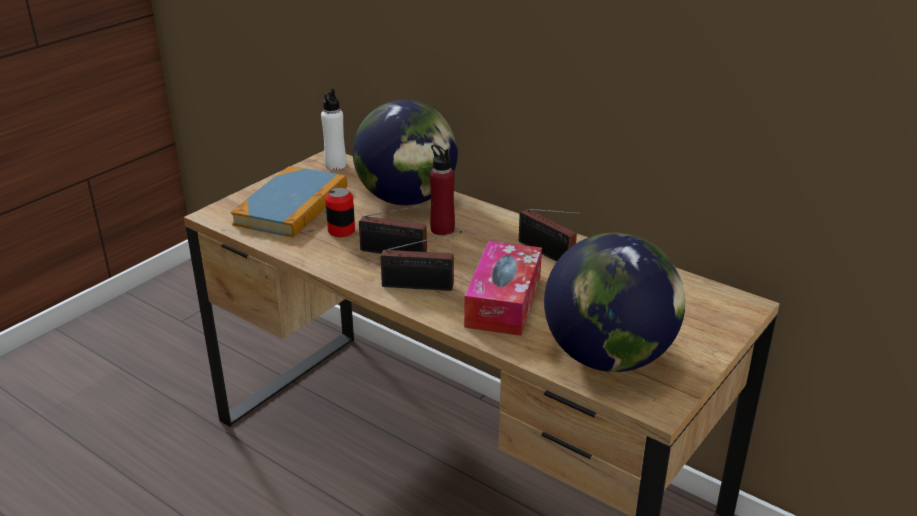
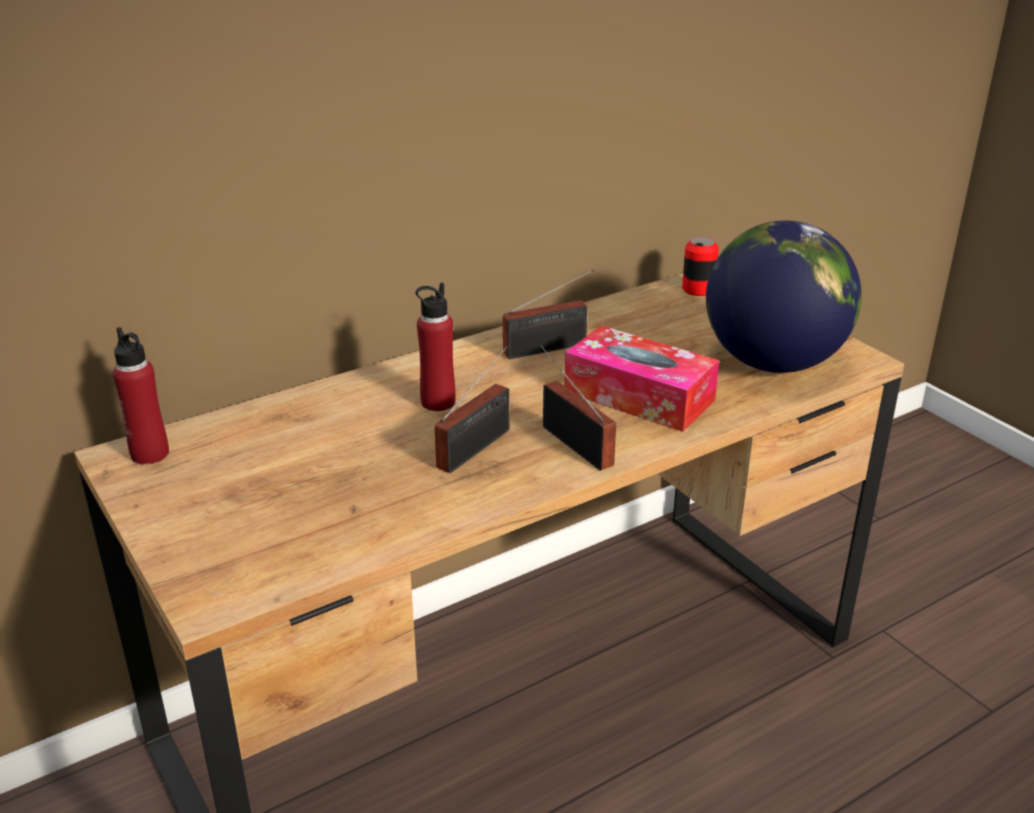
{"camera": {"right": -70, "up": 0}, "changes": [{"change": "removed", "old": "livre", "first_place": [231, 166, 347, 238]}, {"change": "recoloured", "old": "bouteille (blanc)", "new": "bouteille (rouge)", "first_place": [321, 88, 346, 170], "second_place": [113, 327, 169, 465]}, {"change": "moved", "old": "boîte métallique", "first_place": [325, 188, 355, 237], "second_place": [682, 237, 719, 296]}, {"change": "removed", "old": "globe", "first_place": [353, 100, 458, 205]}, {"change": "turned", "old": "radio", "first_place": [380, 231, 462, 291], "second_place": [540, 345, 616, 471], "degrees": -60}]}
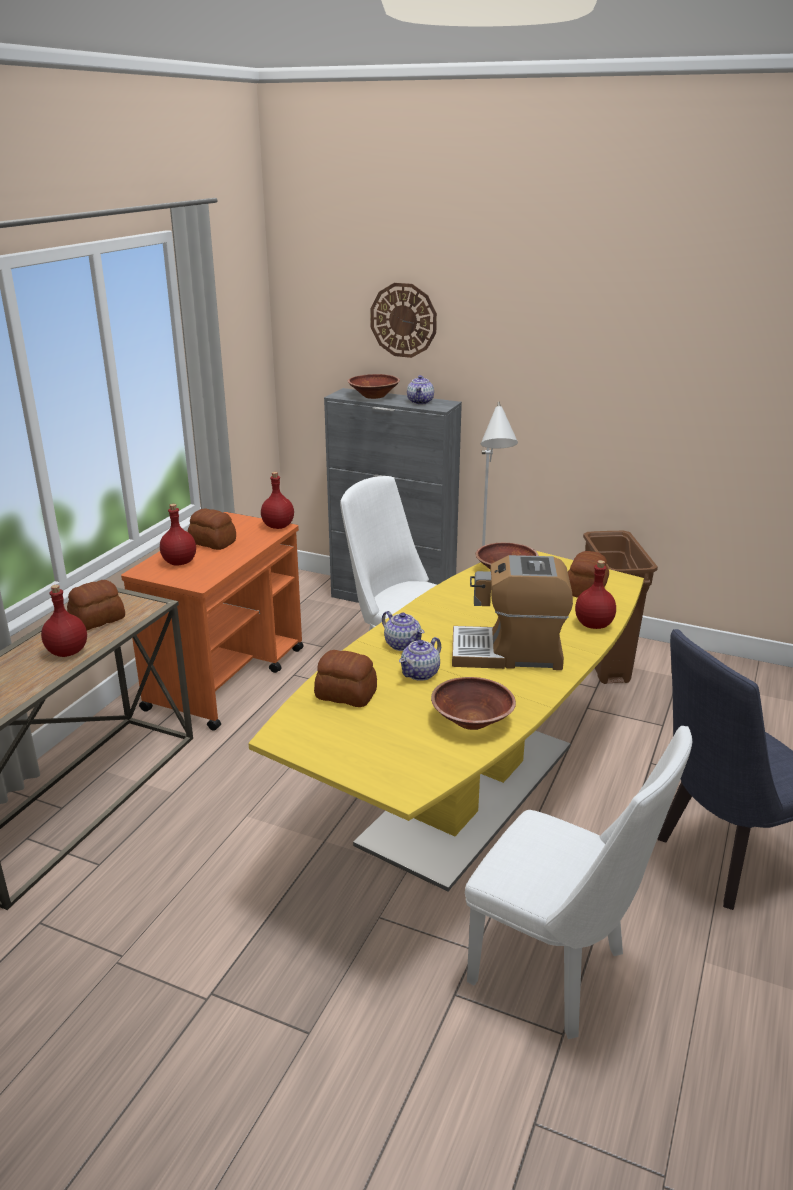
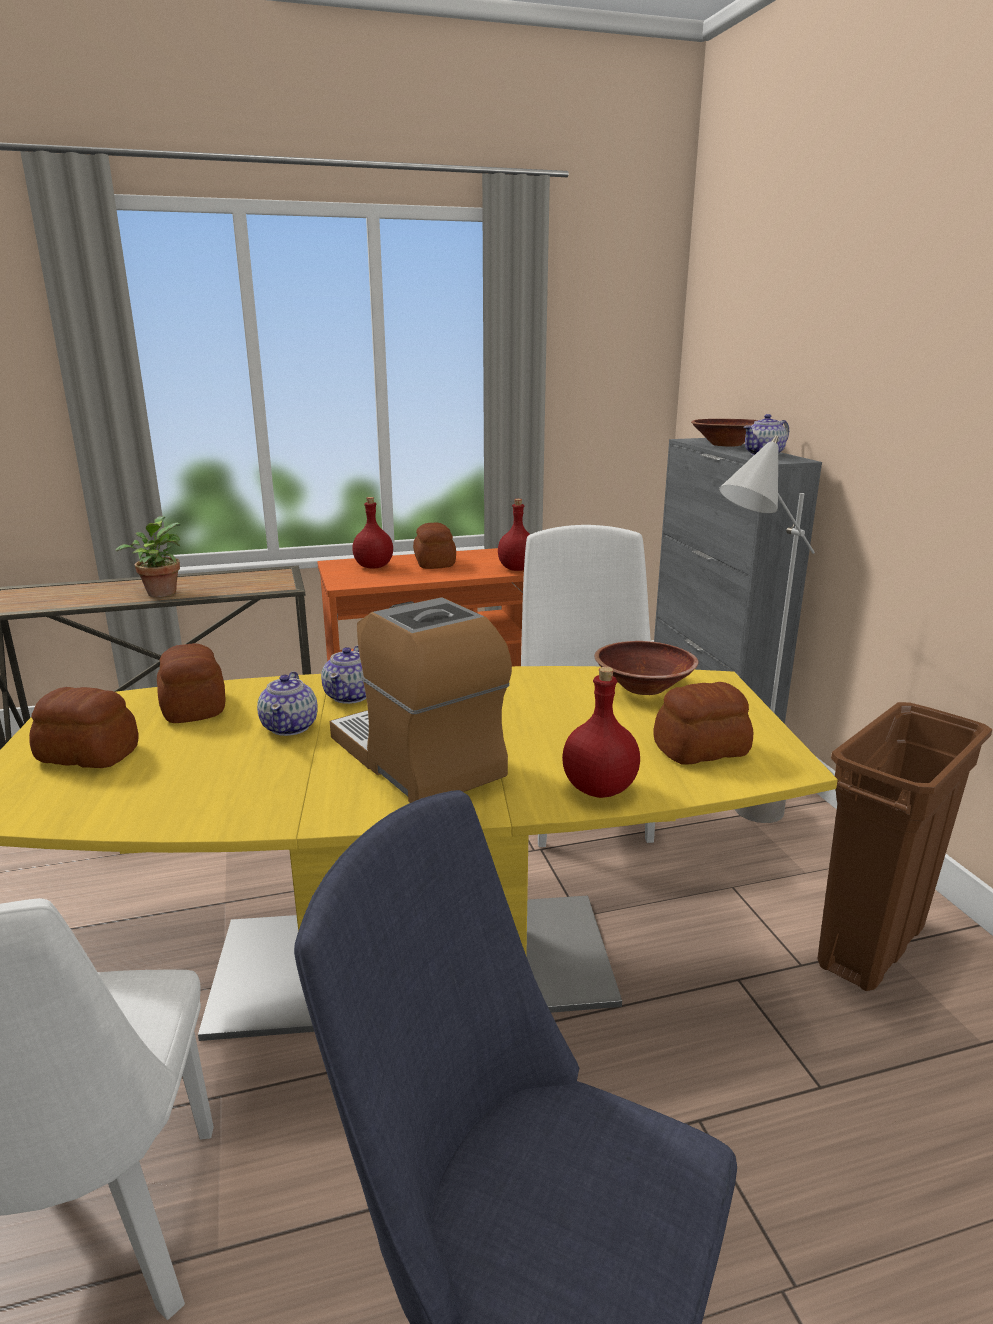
{"camera": {"right": 50, "up": -5}, "changes": [{"change": "replaced", "old": "bouteille (rouge)", "new": "plante en pot", "first_place": [41, 585, 87, 657], "second_place": [115, 516, 180, 597]}, {"change": "moved", "old": "pain", "first_place": [67, 580, 125, 630], "second_place": [29, 687, 139, 768]}, {"change": "removed", "old": "horloge murale", "first_place": [370, 283, 437, 358]}, {"change": "turned", "old": "théière", "first_place": [399, 637, 441, 681], "second_place": [257, 671, 318, 736], "degrees": -90}, {"change": "removed", "old": "bol (marron)", "first_place": [431, 677, 516, 730]}]}
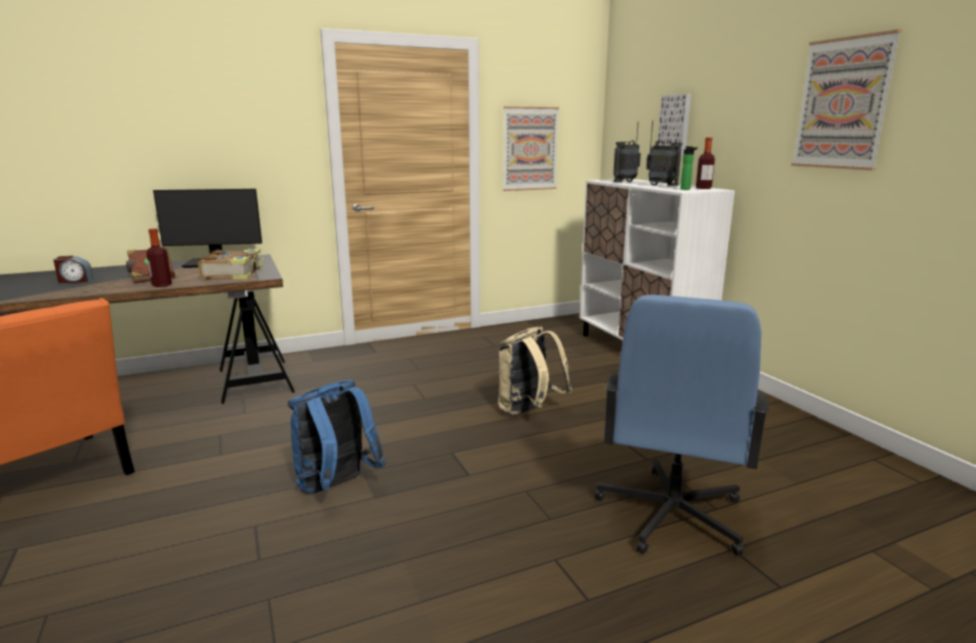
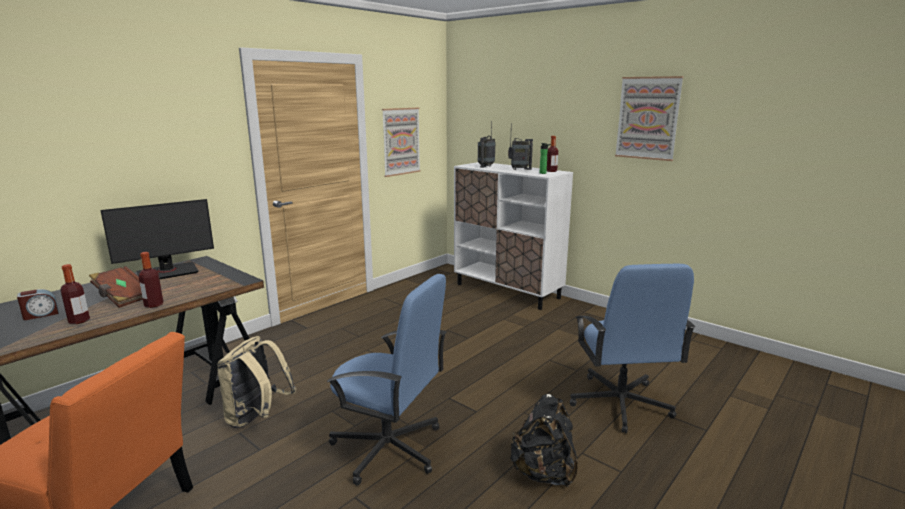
{"camera": {"right": -25, "up": 0}, "changes": [{"change": "removed", "old": "livre", "first_place": [198, 249, 264, 279]}, {"change": "replaced", "old": "sac à dos (bleu)", "new": "chaise de bureau (bleu)", "first_place": [288, 380, 386, 494], "second_place": [327, 274, 447, 485]}, {"change": "moved", "old": "sac à dos (beige)", "first_place": [498, 327, 572, 416], "second_place": [217, 336, 296, 428]}, {"change": "removed", "old": "tableau", "first_place": [657, 94, 691, 155]}, {"change": "added", "new": "bouteille", "second_place": [60, 264, 90, 324]}, {"change": "added", "new": "sac à dos (noir)", "second_place": [510, 394, 578, 487]}]}
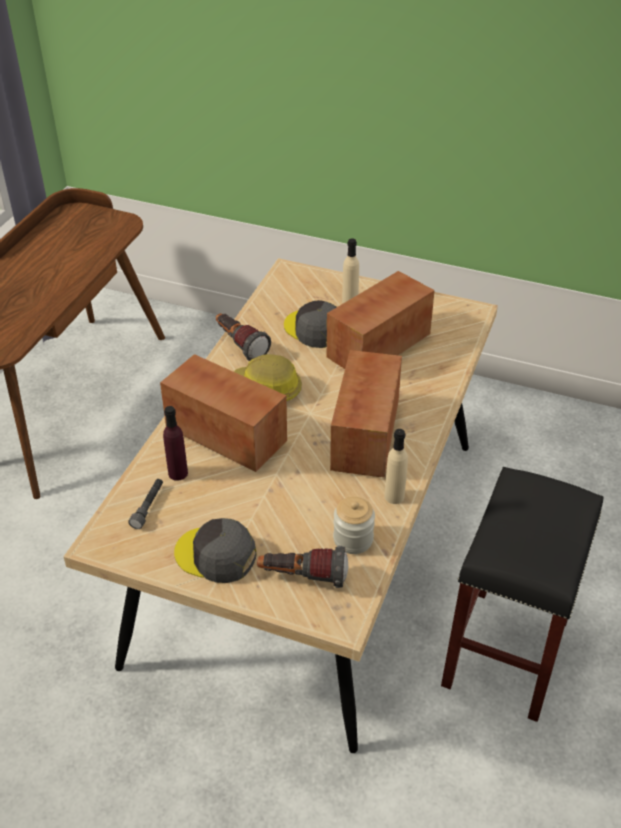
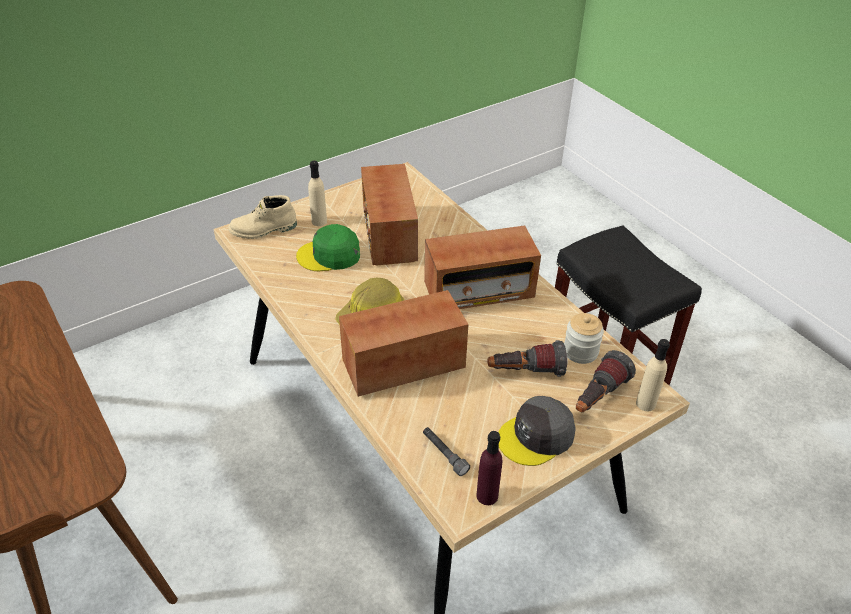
{"camera": {"right": -55, "up": 0}, "changes": [{"change": "moved", "old": "bouteille (violet)", "first_place": [163, 406, 188, 481], "second_place": [477, 431, 503, 505]}, {"change": "moved", "old": "lampe de poche", "first_place": [216, 313, 271, 361], "second_place": [487, 340, 568, 377]}, {"change": "recoloured", "old": "casquette (gris)", "new": "casquette (vert)", "first_place": [284, 300, 336, 348], "second_place": [296, 224, 360, 271]}, {"change": "turned", "old": "radio", "first_place": [330, 350, 402, 477], "second_place": [424, 225, 541, 309], "degrees": -60}, {"change": "moved", "old": "bouteille (beige)", "first_place": [384, 429, 408, 504], "second_place": [636, 339, 670, 411]}, {"change": "added", "new": "botte (beige)", "second_place": [228, 195, 297, 239]}]}
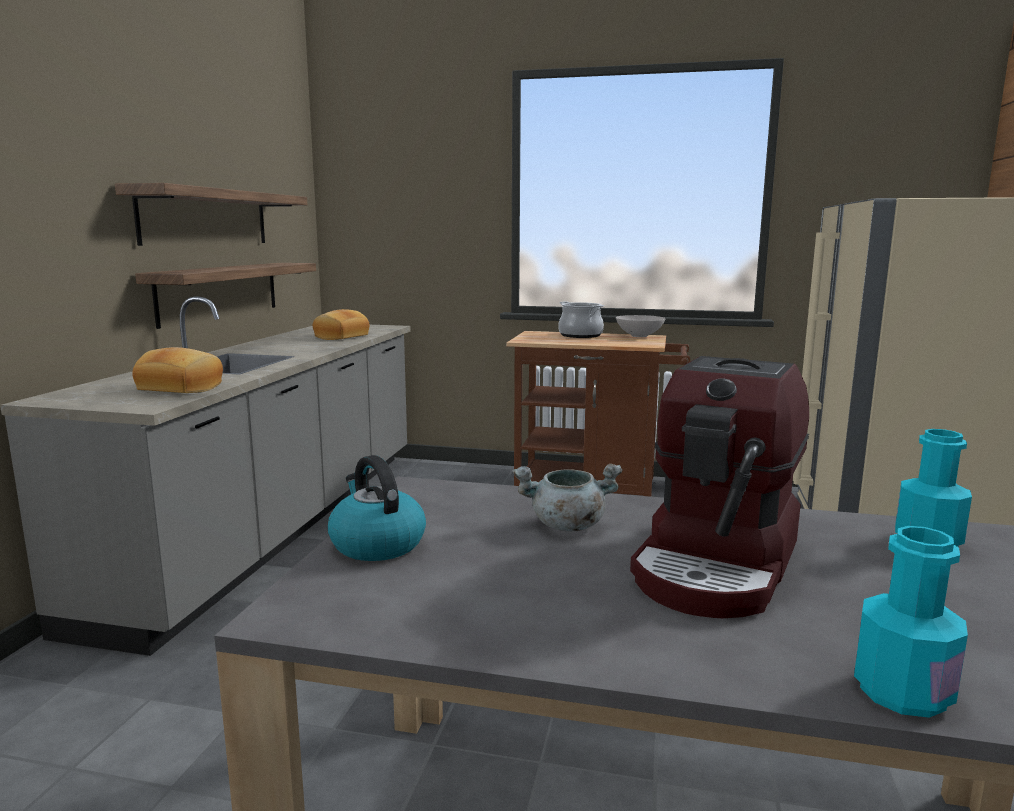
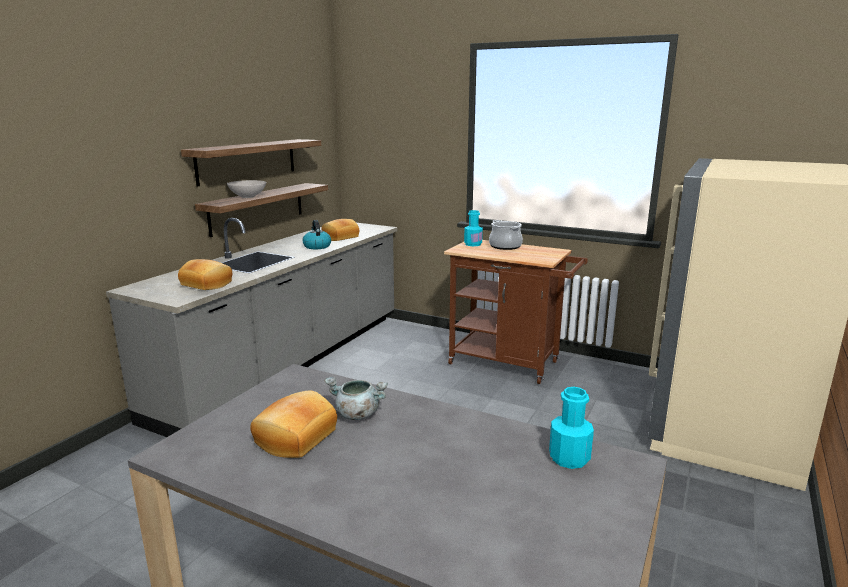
{"camera": {"right": 15, "up": 5}, "changes": [{"change": "moved", "old": "bouilloire", "first_place": [328, 455, 426, 561], "second_place": [303, 220, 331, 249]}, {"change": "moved", "old": "bol (blanc)", "first_place": [616, 315, 666, 337], "second_place": [227, 180, 266, 198]}, {"change": "removed", "old": "machine à café", "first_place": [630, 356, 809, 618]}, {"change": "moved", "old": "bouteille (turquoise)", "first_place": [854, 526, 968, 718], "second_place": [464, 210, 483, 246]}, {"change": "added", "new": "pain", "second_place": [250, 391, 337, 458]}]}
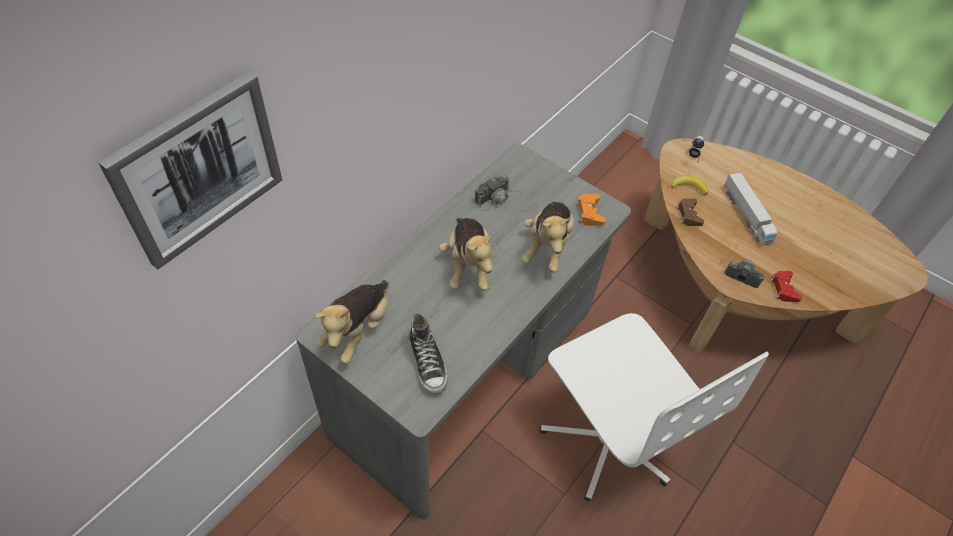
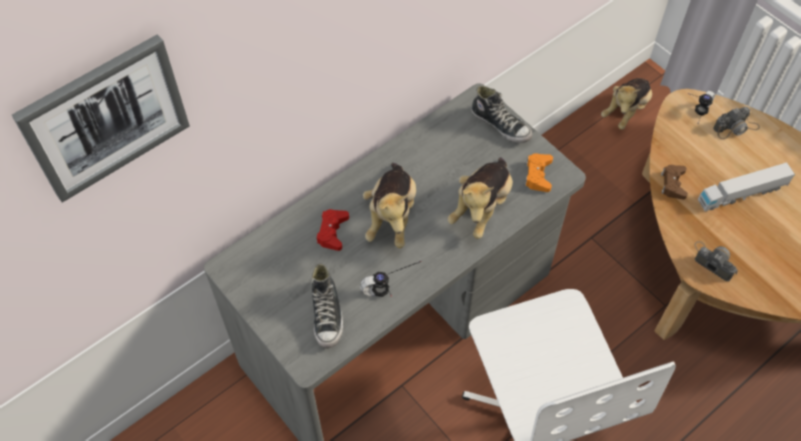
{"camera": {"right": 15, "up": 5}, "changes": [{"change": "moved", "old": "peluche", "first_place": [316, 280, 389, 364], "second_place": [601, 78, 652, 130]}, {"change": "moved", "old": "appareil photo", "first_place": [475, 175, 522, 211], "second_place": [713, 107, 760, 139]}, {"change": "removed", "old": "banane", "first_place": [671, 175, 708, 195]}, {"change": "turned", "old": "camion jouet", "first_place": [724, 173, 778, 246], "second_place": [698, 162, 795, 211], "degrees": 75}, {"change": "moved", "old": "manette (rouge)", "first_place": [770, 271, 802, 302], "second_place": [316, 209, 349, 251]}, {"change": "added", "new": "casque audio", "second_place": [360, 261, 422, 297]}, {"change": "added", "new": "chaussure", "second_place": [471, 86, 533, 143]}]}
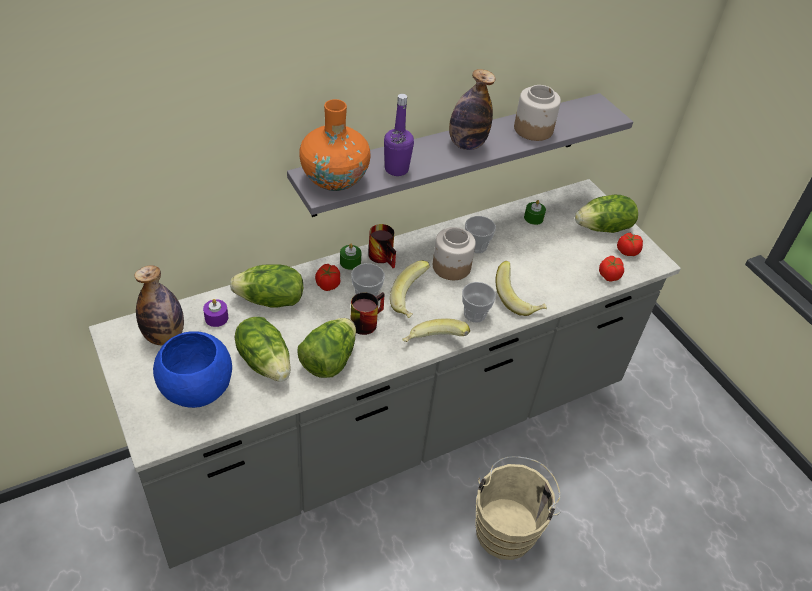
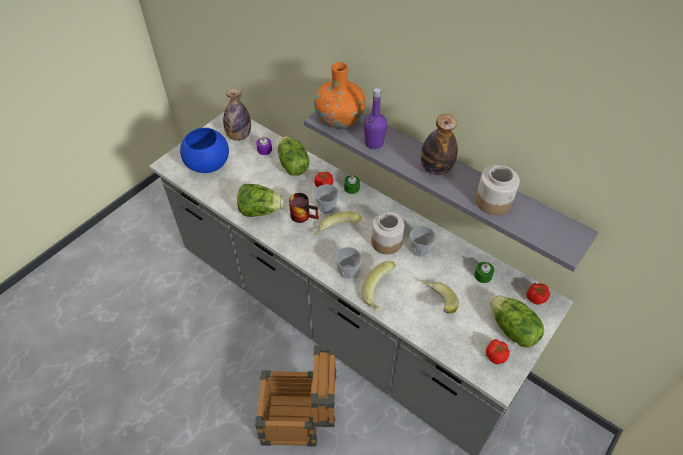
{"camera": {"right": 70, "up": 5}, "changes": [{"change": "removed", "old": "laitue", "first_place": [234, 317, 291, 381]}, {"change": "removed", "old": "mug", "first_place": [368, 224, 396, 268]}, {"change": "moved", "old": "banane", "first_place": [403, 318, 470, 342], "second_place": [422, 280, 459, 314]}, {"change": "replaced", "old": "seau (beige)", "new": "caisse", "first_place": [475, 456, 561, 560], "second_place": [255, 345, 337, 447]}, {"change": "moved", "old": "tomate", "first_place": [599, 256, 624, 282], "second_place": [527, 283, 550, 305]}]}
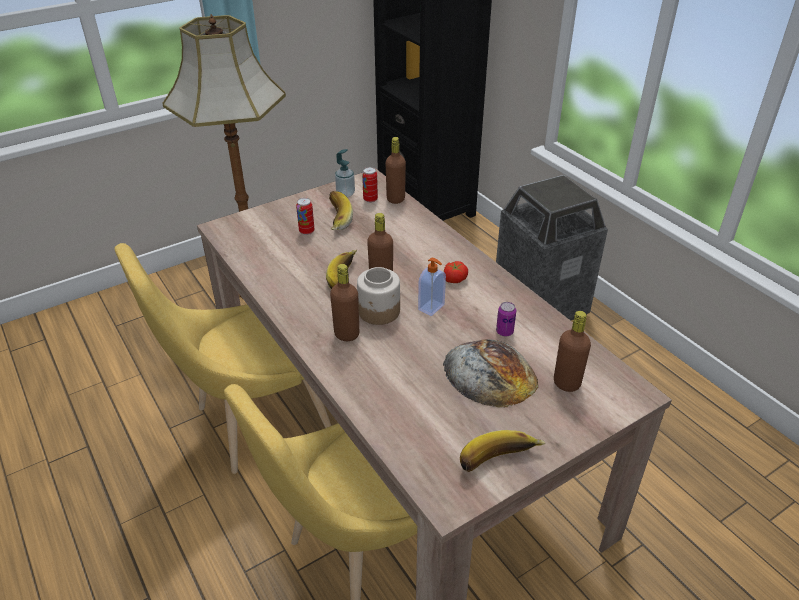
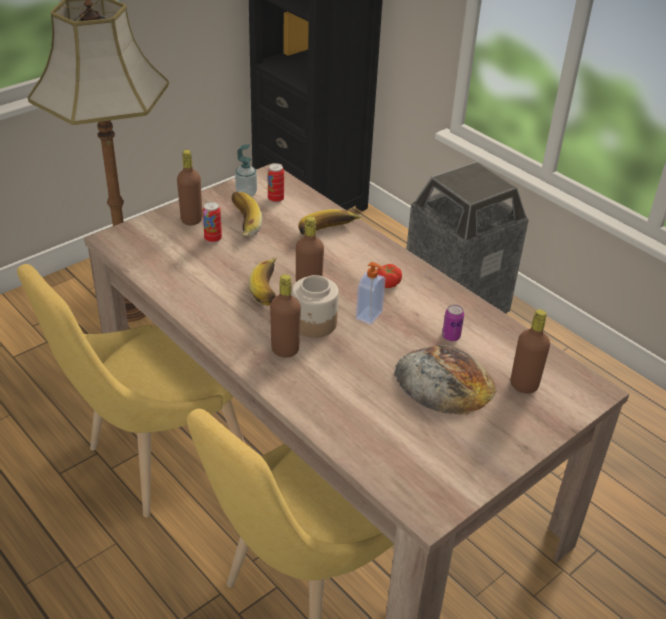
{"camera": {"right": -10, "up": 0}, "changes": [{"change": "moved", "old": "bouteille (marron)", "first_place": [386, 137, 406, 204], "second_place": [177, 150, 202, 225]}, {"change": "moved", "old": "banane", "first_place": [460, 430, 545, 472], "second_place": [298, 209, 362, 235]}]}
